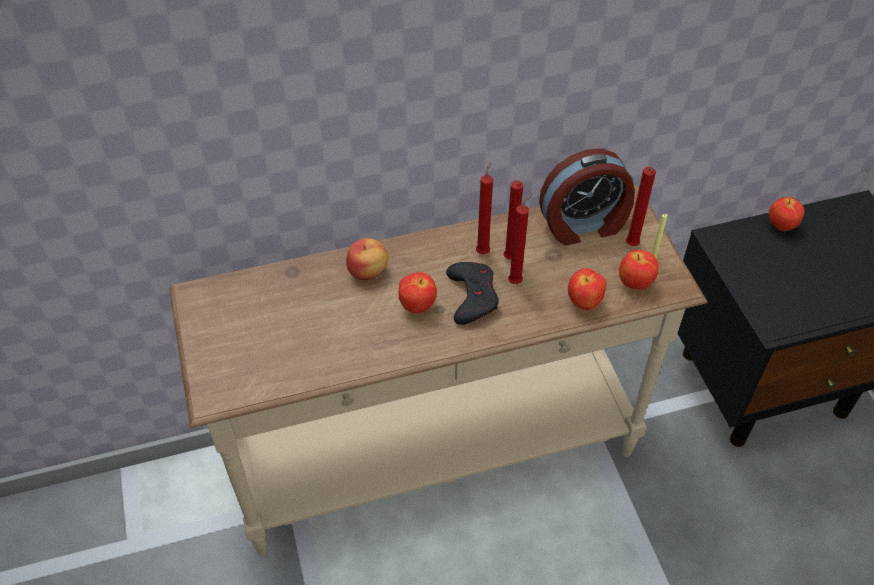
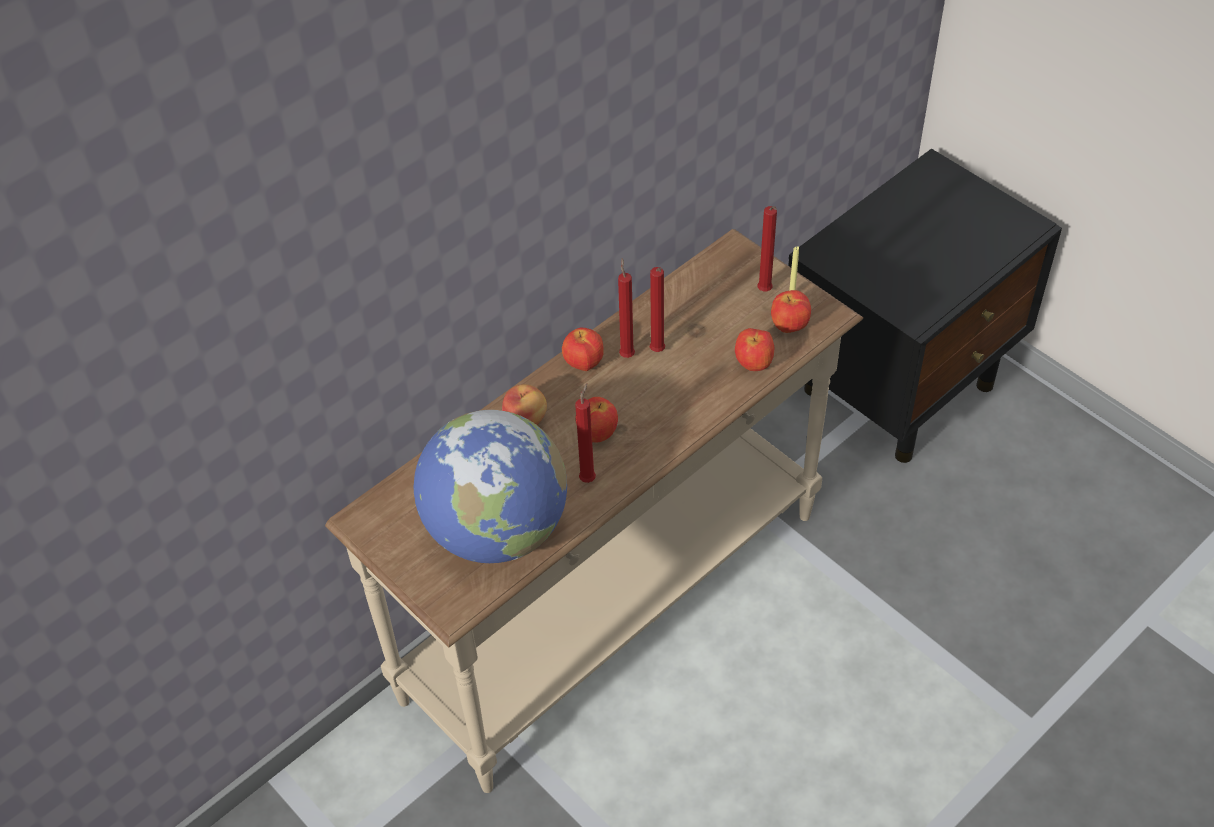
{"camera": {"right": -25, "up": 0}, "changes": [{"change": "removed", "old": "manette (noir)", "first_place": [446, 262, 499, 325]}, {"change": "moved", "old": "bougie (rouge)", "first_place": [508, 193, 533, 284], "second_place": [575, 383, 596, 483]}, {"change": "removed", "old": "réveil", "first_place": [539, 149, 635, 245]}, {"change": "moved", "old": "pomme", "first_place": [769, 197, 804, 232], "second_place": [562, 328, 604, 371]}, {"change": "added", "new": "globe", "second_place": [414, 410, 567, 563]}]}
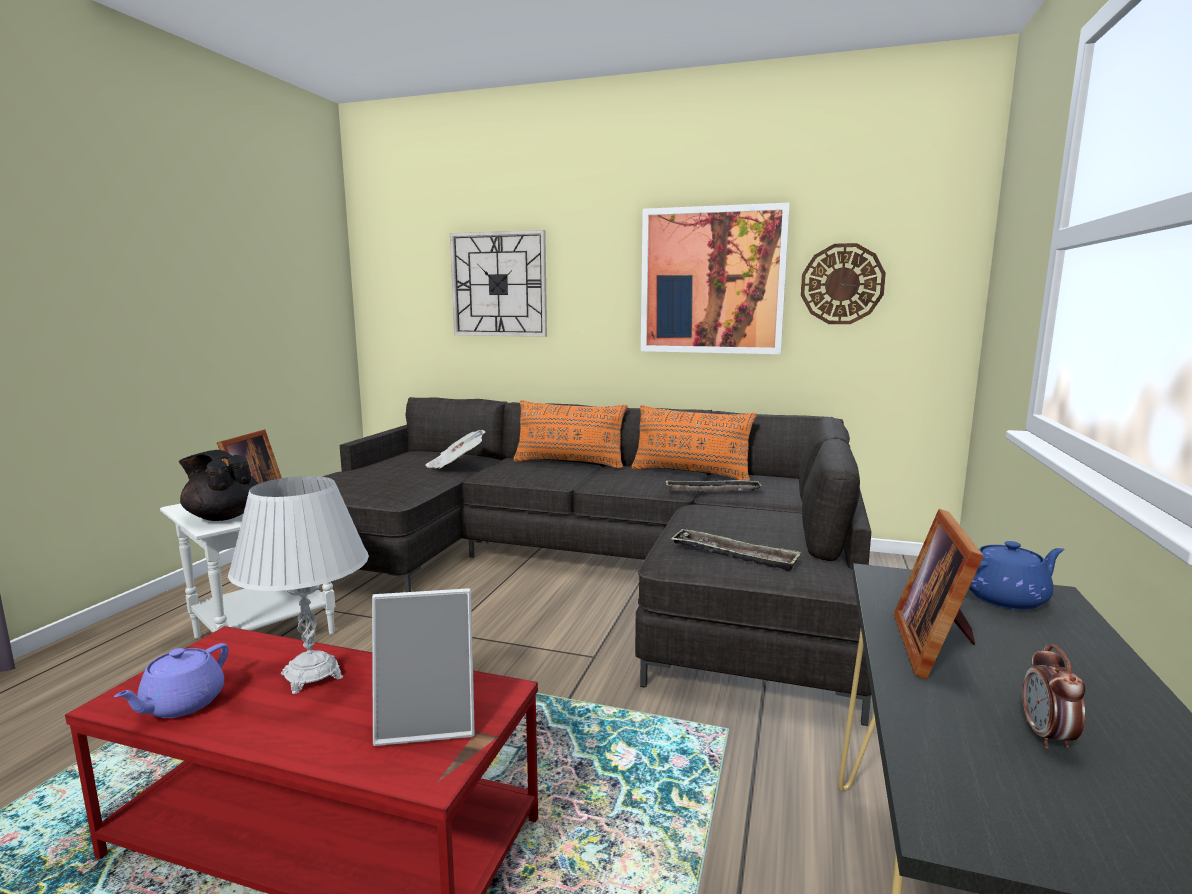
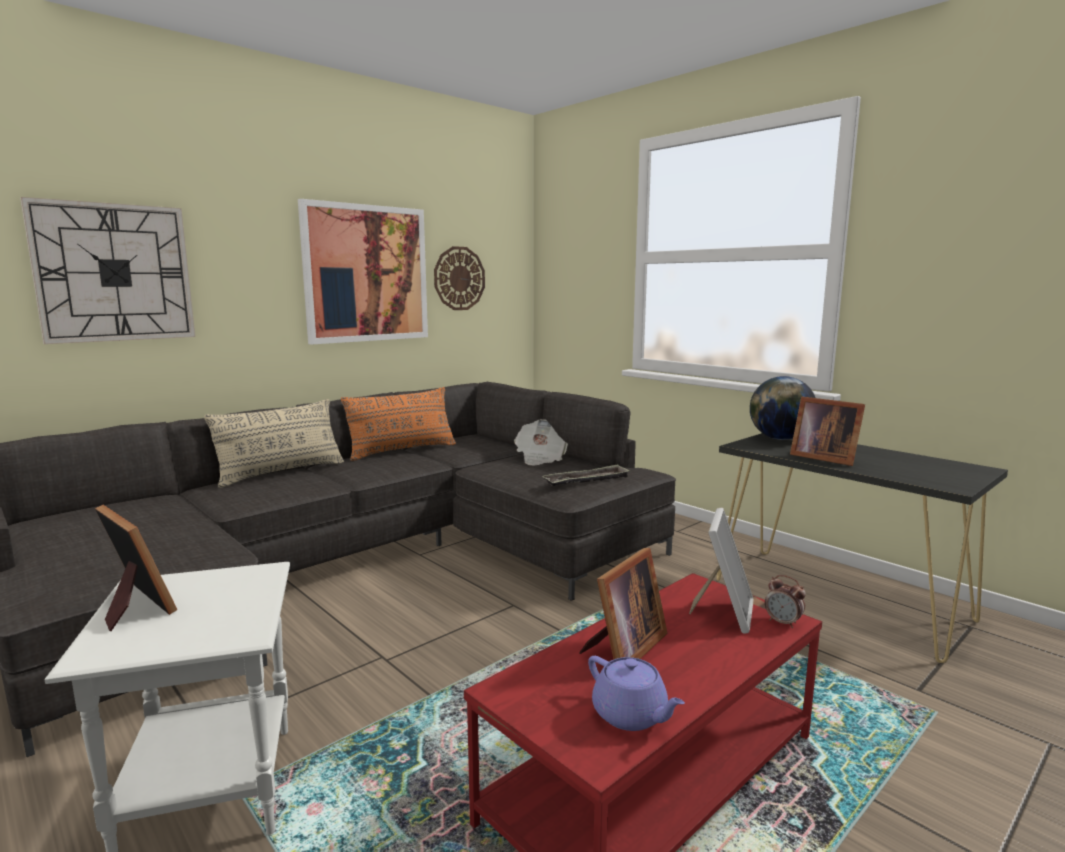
{"camera": {"right": -60, "up": 0}, "changes": [{"change": "removed", "old": "théière (noir)", "first_place": [179, 450, 258, 521]}, {"change": "replaced", "old": "lampe de table (blanc)", "new": "cadre photo", "first_place": [228, 476, 369, 694], "second_place": [579, 548, 667, 659]}, {"change": "moved", "old": "journal", "first_place": [425, 430, 486, 469], "second_place": [514, 419, 568, 465]}, {"change": "recoloured", "old": "coussin (orange)", "new": "coussin (beige)", "first_place": [513, 400, 627, 468], "second_place": [204, 399, 344, 488]}, {"change": "removed", "old": "plateau", "first_place": [666, 480, 762, 492]}, {"change": "replaced", "old": "théière (bleu)", "new": "globe", "first_place": [969, 541, 1064, 610], "second_place": [750, 376, 815, 440]}, {"change": "moved", "old": "réveil", "first_place": [1022, 644, 1085, 749], "second_place": [765, 575, 806, 628]}]}
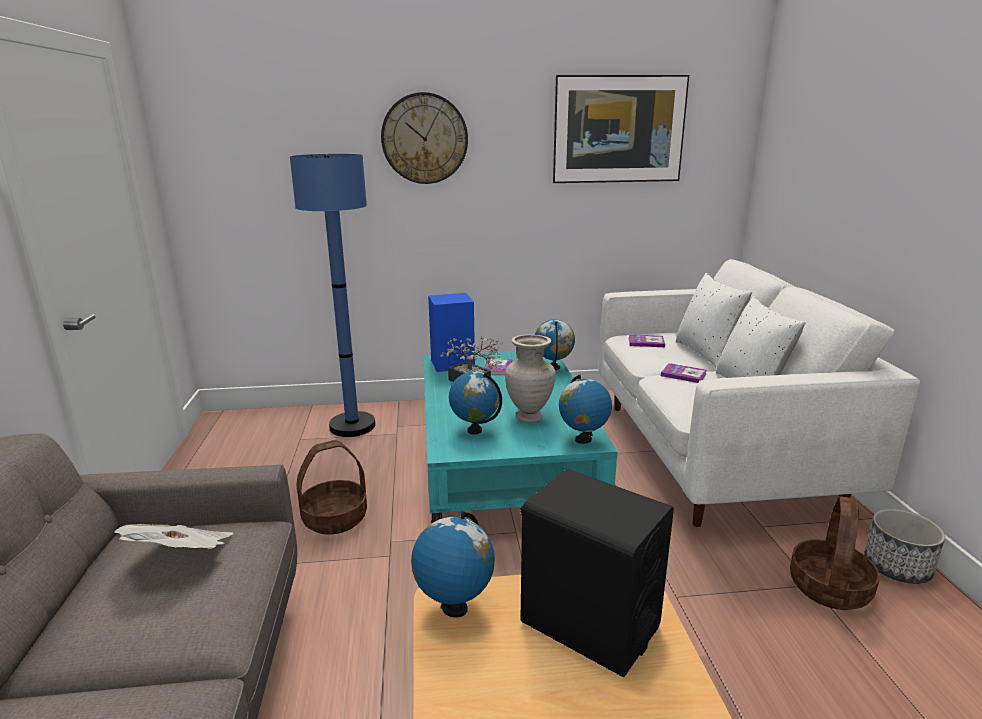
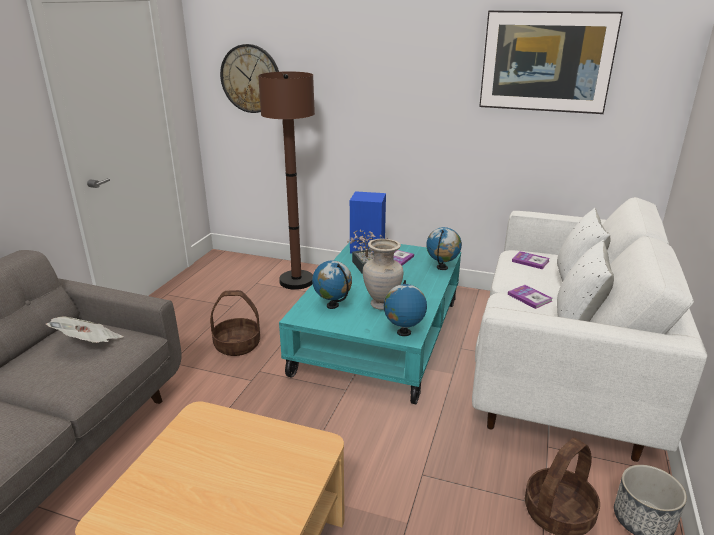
{"camera": {"right": 25, "up": 5}, "changes": [{"change": "recoloured", "old": "lampadaire (bleu)", "new": "lampadaire (marron)", "first_place": [290, 154, 376, 437], "second_place": [258, 72, 315, 290]}, {"change": "moved", "old": "horloge murale", "first_place": [381, 92, 468, 184], "second_place": [220, 44, 279, 113]}, {"change": "removed", "old": "globe", "first_place": [411, 511, 495, 618]}, {"change": "removed", "old": "enceinte (noir)", "first_place": [520, 469, 674, 677]}]}
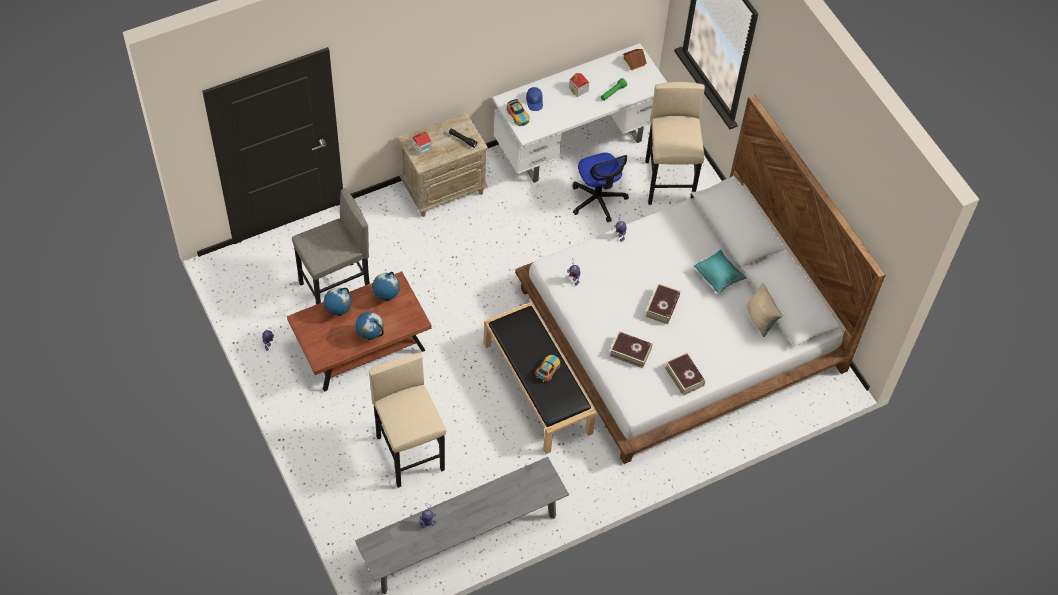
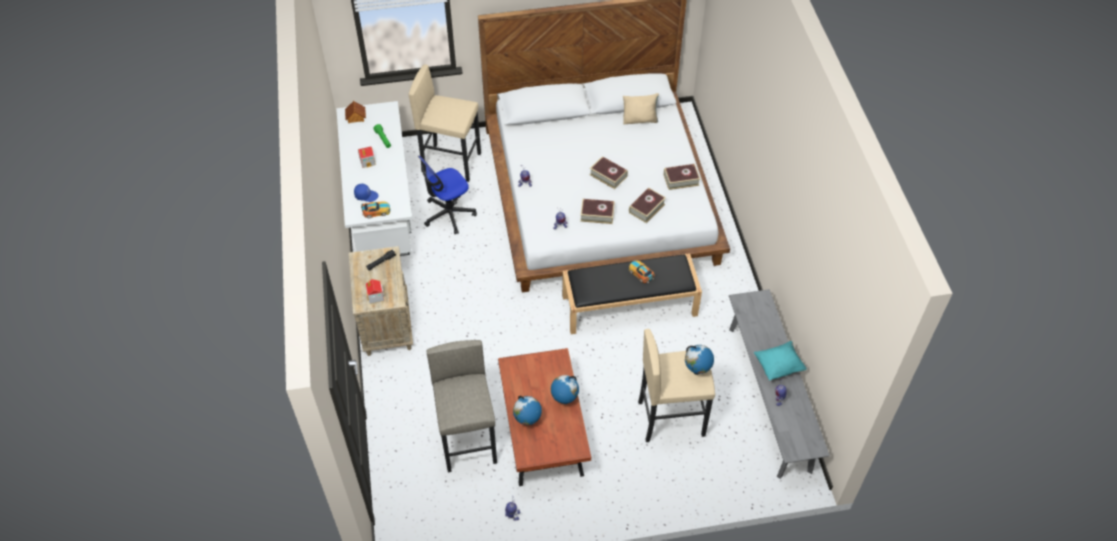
{"camera": {"right": -70, "up": -5}, "changes": [{"change": "moved", "old": "globe", "first_place": [372, 272, 400, 301], "second_place": [685, 345, 714, 375]}, {"change": "turned", "old": "chaise de bureau", "first_place": [573, 153, 629, 222], "second_place": [418, 156, 477, 234], "degrees": 150}, {"change": "moved", "old": "coussin (turquoise)", "first_place": [694, 250, 747, 293], "second_place": [754, 341, 807, 380]}, {"change": "added", "new": "livre", "second_place": [580, 199, 615, 224]}]}
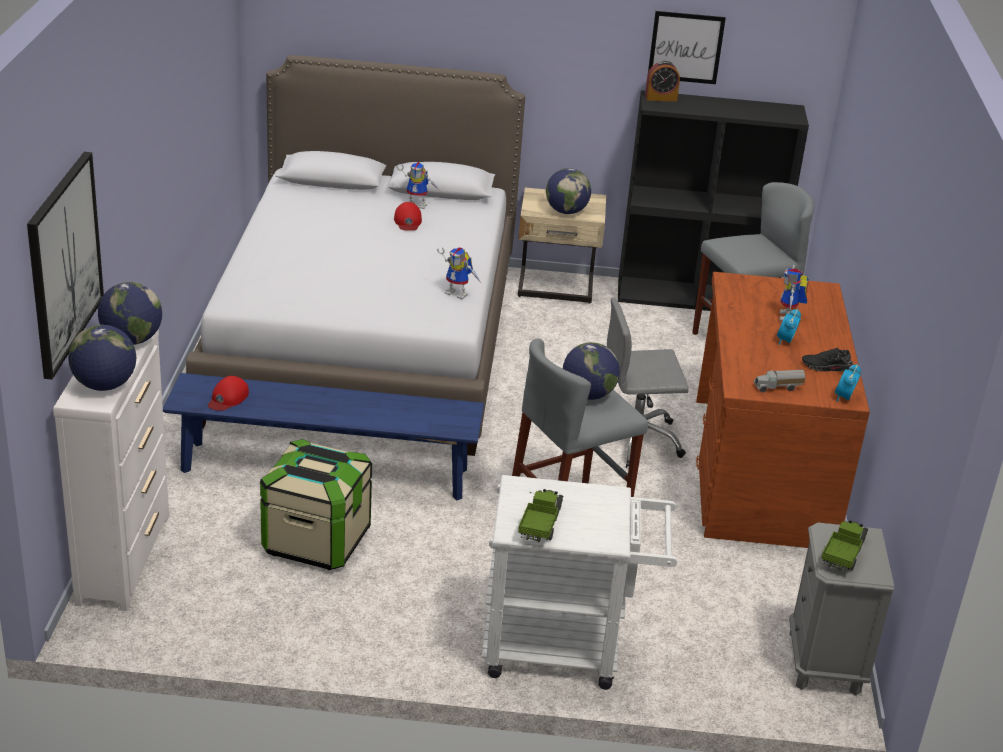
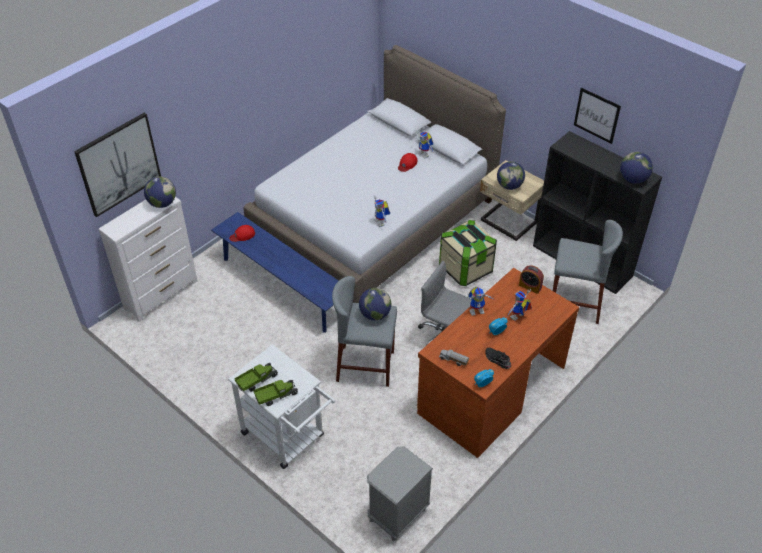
{"camera": {"right": 40, "up": 15}, "changes": [{"change": "moved", "old": "globe", "first_place": [68, 325, 136, 391], "second_place": [620, 152, 653, 184]}, {"change": "moved", "old": "boîte de rangement", "first_place": [260, 439, 372, 570], "second_place": [439, 220, 497, 286]}, {"change": "moved", "old": "réveil", "first_place": [645, 61, 680, 101], "second_place": [519, 265, 544, 294]}, {"change": "moved", "old": "camion jouet", "first_place": [821, 520, 868, 571], "second_place": [253, 380, 298, 406]}, {"change": "added", "new": "robot jouet", "second_place": [464, 287, 493, 315]}]}
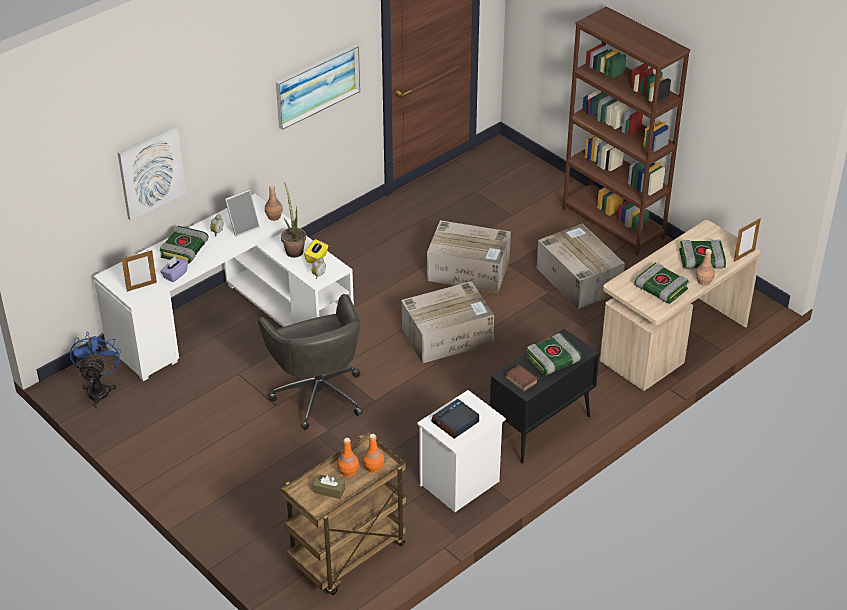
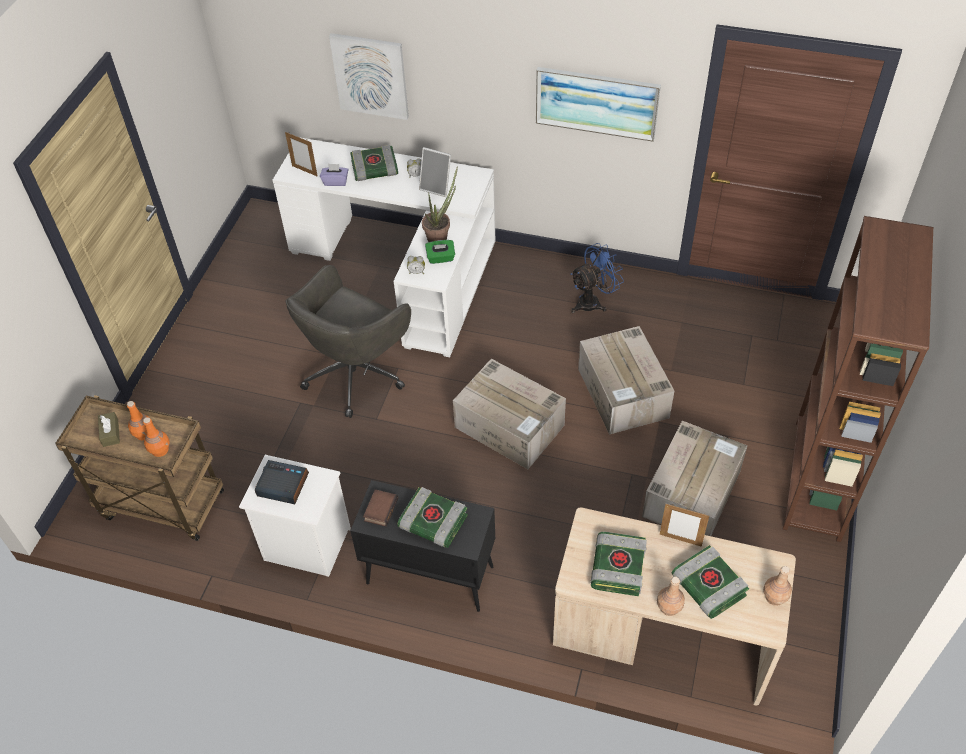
{"camera": {"right": 60, "up": 10}, "changes": [{"change": "moved", "old": "ventilateur (bleu)", "first_place": [70, 333, 121, 408], "second_place": [570, 243, 624, 313]}, {"change": "moved", "old": "bouteille (marron)", "first_place": [265, 185, 283, 221], "second_place": [763, 566, 792, 606]}, {"change": "recoloured", "old": "boîte à mouchoirs (jaune)", "new": "boîte à mouchoirs (vert)", "first_place": [304, 239, 329, 264], "second_place": [425, 240, 455, 264]}, {"change": "moved", "old": "cadre photo", "first_place": [734, 218, 761, 262], "second_place": [660, 504, 709, 547]}]}
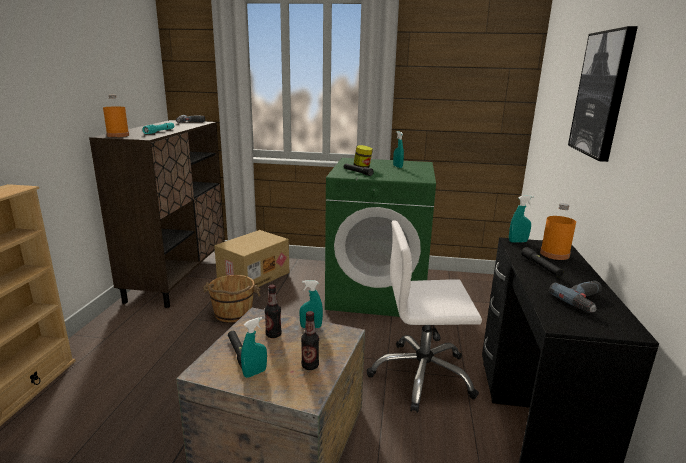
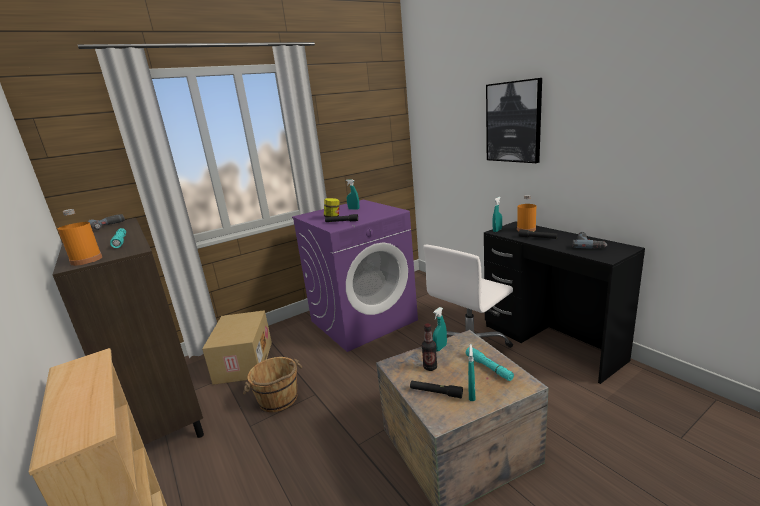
{"camera": {"right": -40, "up": 0}, "changes": [{"change": "replaced", "old": "bouteille", "new": "lampe de poche (turquoise)", "first_place": [301, 311, 319, 370], "second_place": [466, 347, 514, 381]}, {"change": "recoloured", "old": "lave-linge (vert)", "new": "lave-linge (violet)", "first_place": [325, 158, 436, 317], "second_place": [292, 200, 418, 352]}]}
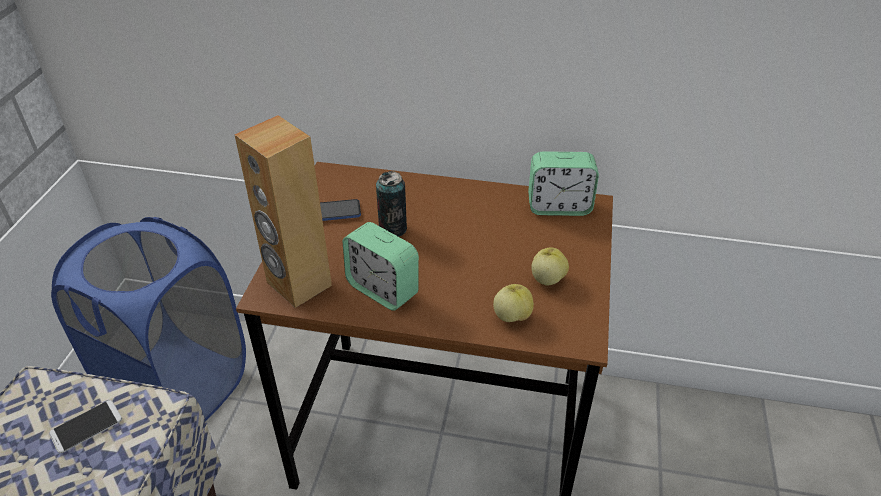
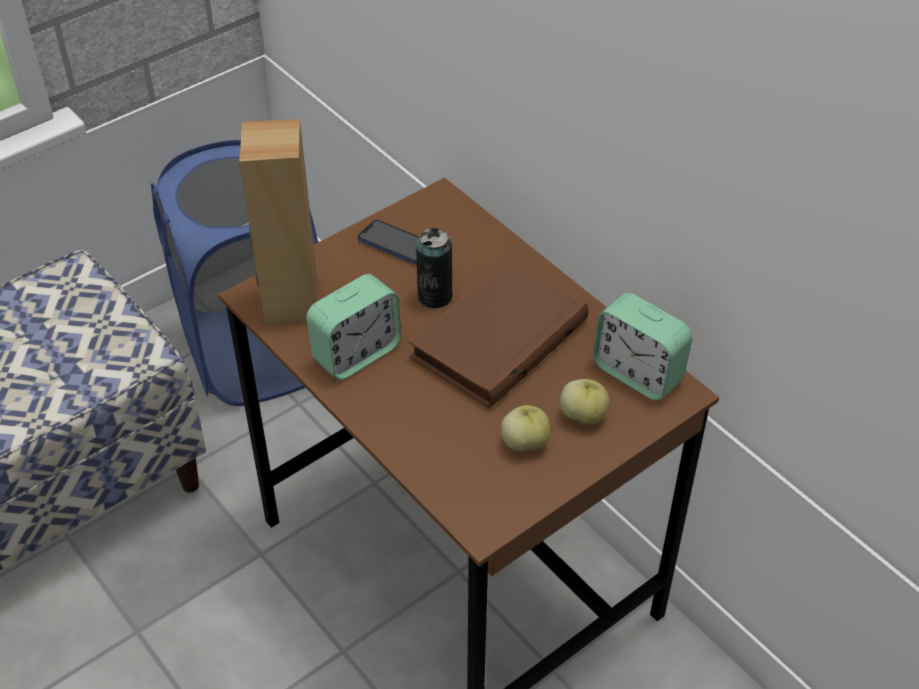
{"camera": {"right": 40, "up": 5}, "changes": [{"change": "removed", "old": "téléphone", "first_place": [49, 400, 122, 453]}, {"change": "turned", "old": "réveil", "first_place": [343, 222, 419, 311], "second_place": [306, 274, 401, 380], "degrees": -120}, {"change": "moved", "old": "pomme", "first_place": [493, 284, 534, 322], "second_place": [560, 379, 609, 426]}, {"change": "added", "new": "livre (marron)", "second_place": [409, 259, 589, 409]}]}
